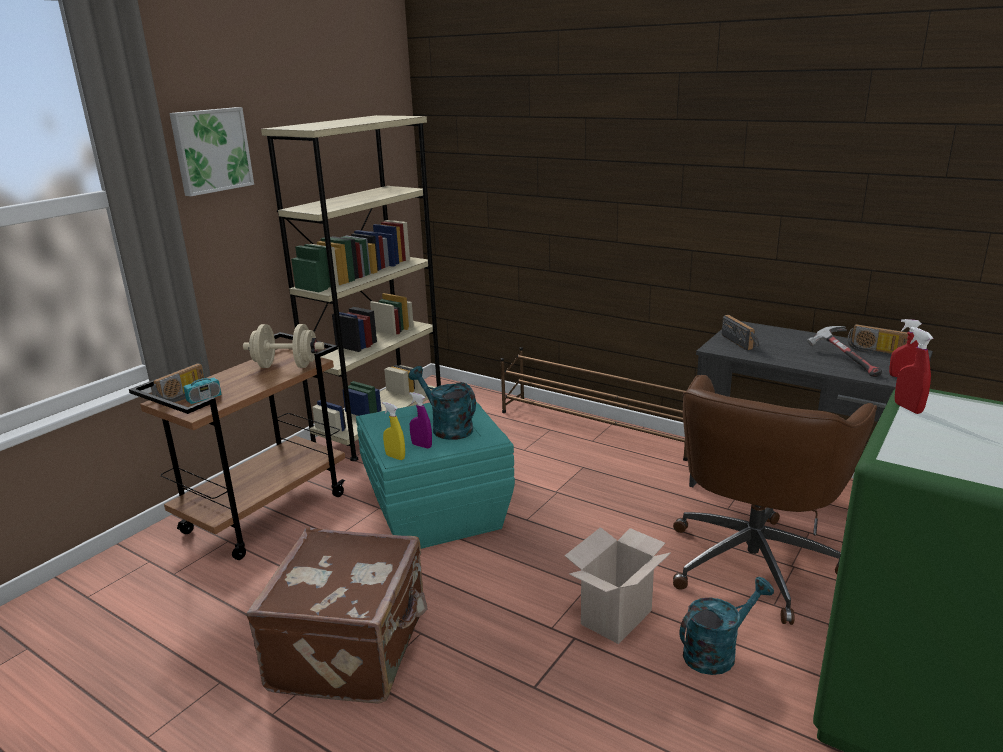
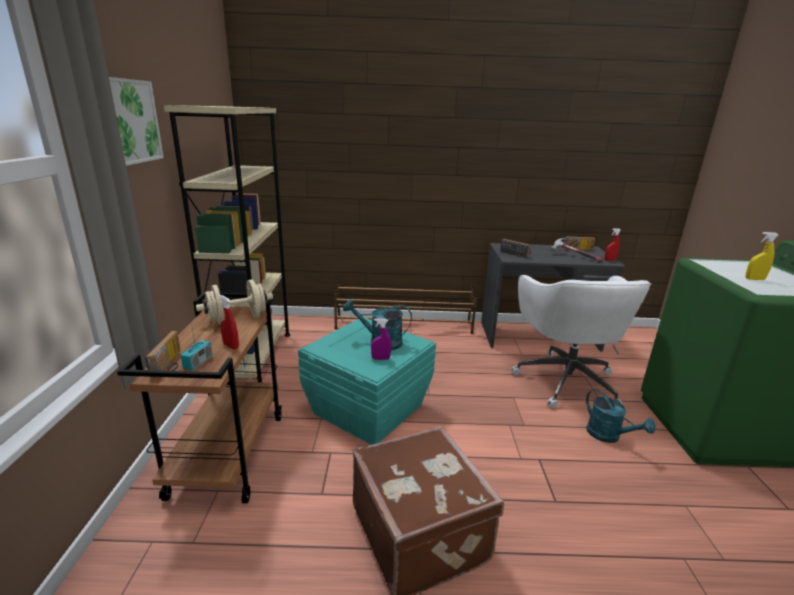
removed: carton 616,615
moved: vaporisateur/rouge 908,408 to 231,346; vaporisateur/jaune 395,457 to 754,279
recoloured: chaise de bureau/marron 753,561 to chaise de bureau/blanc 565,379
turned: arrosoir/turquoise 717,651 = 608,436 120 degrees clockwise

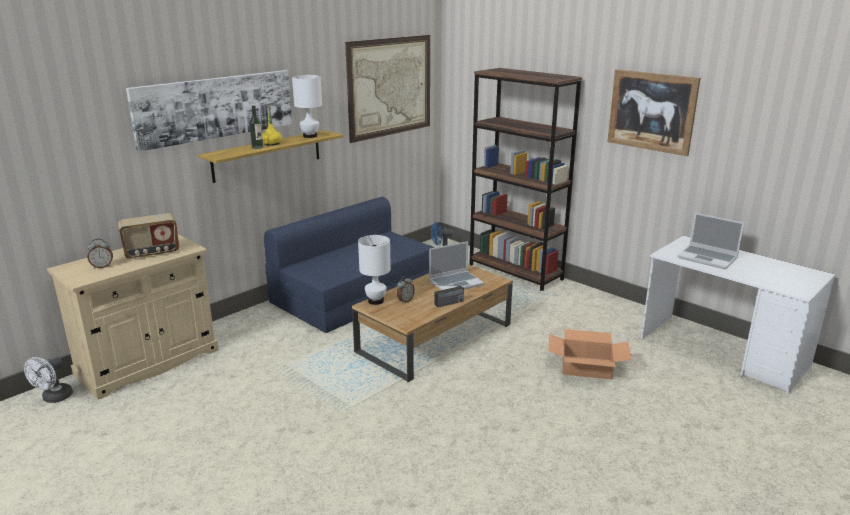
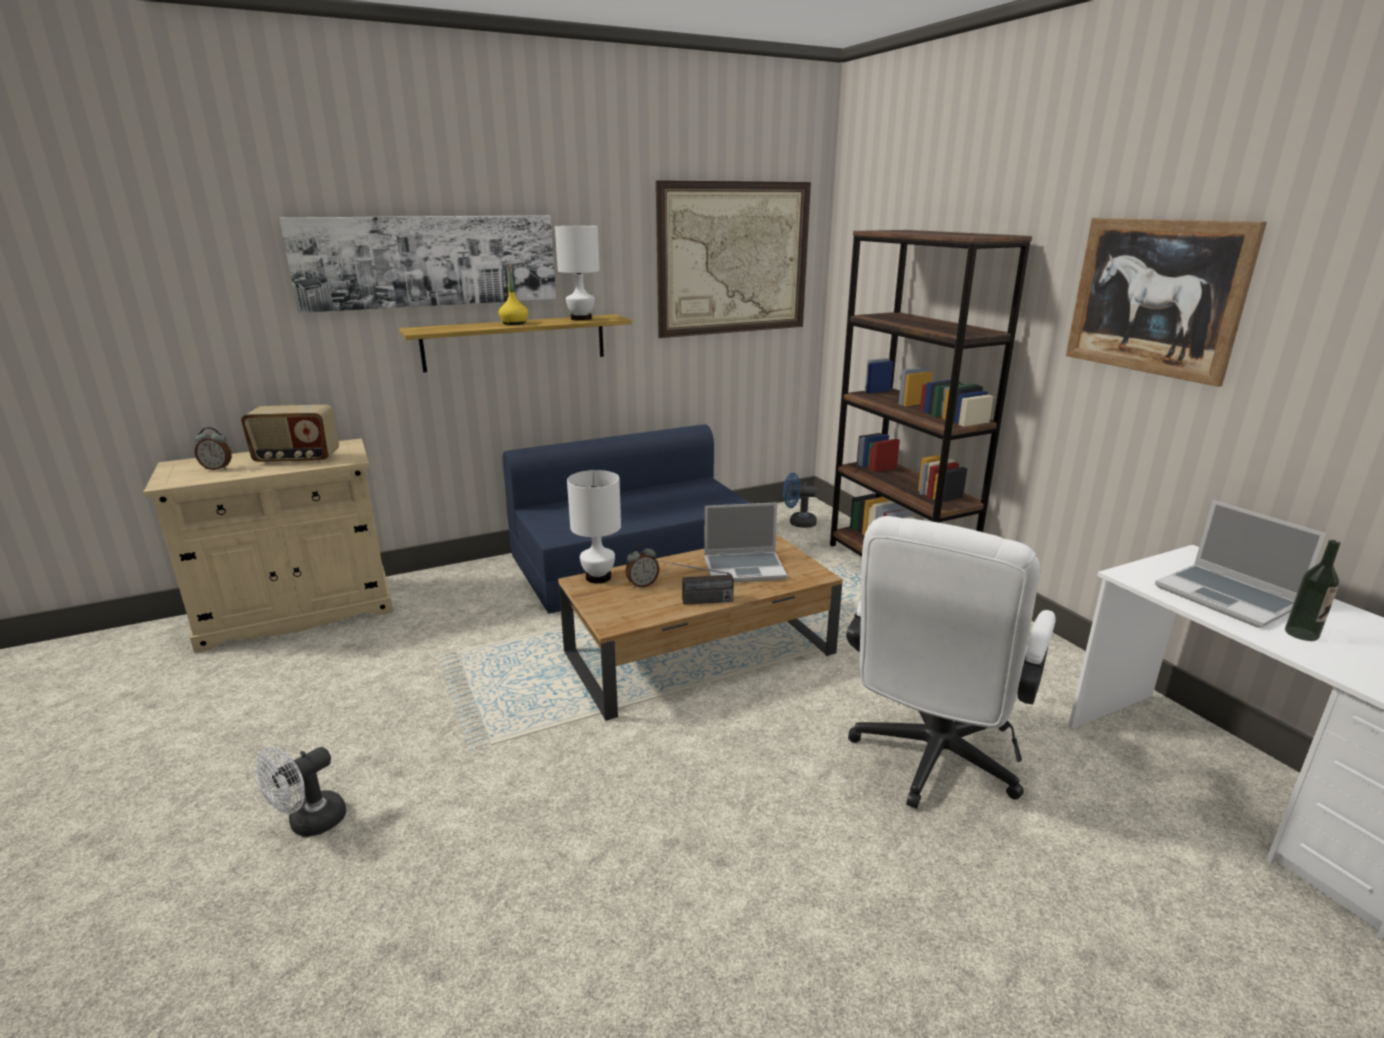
moved: bouteille 257,147 to 1301,634; ventilateur/blanc 54,398 to 309,824
replaced: carton 586,367 to chaise de bureau/blanc 931,762

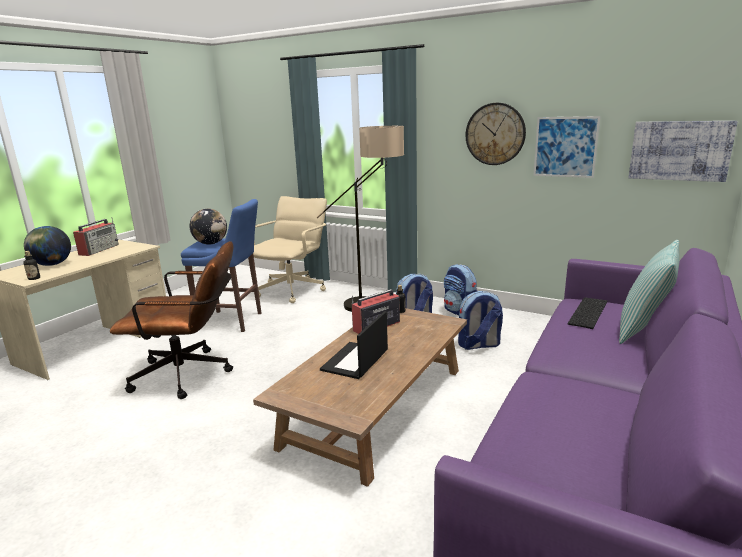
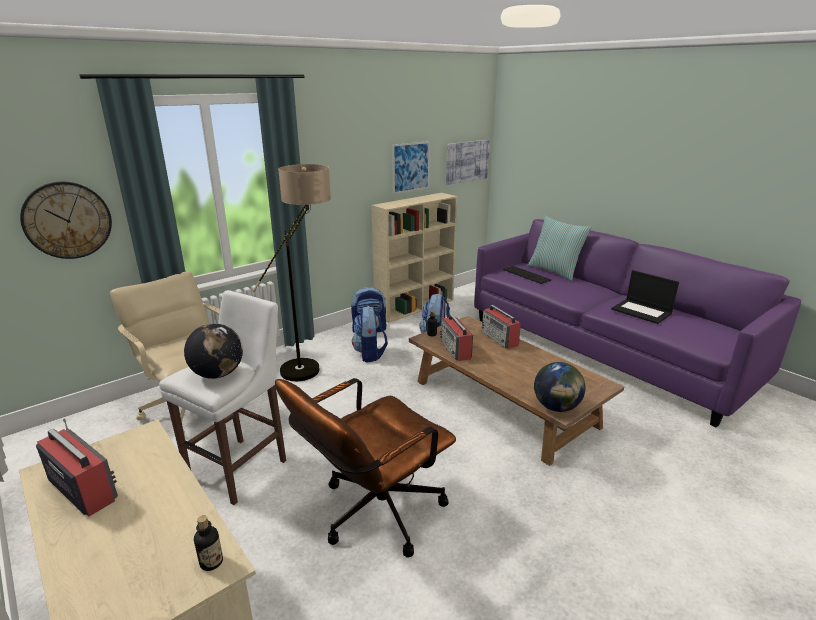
added: bibliothèque/beige 415,307; radio 500,339
moved: horloge murale 495,134 to 67,220; globe 52,264 to 556,407; ordinateur portable 355,361 to 642,311
recoloured: tabouret/bleu 233,321 to tabouret/blanc 241,467
turned: chaise de bureau/marron 191,374 = 372,515 150 degrees counterclockwise

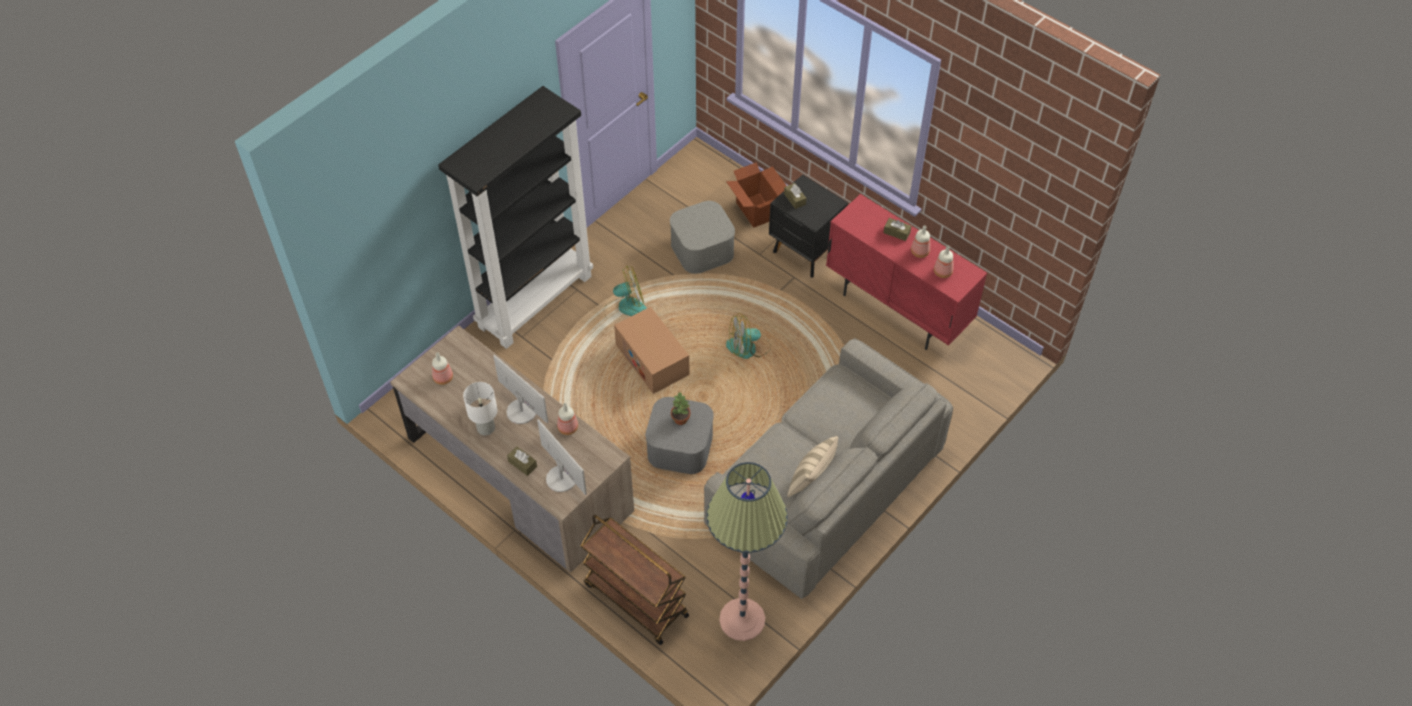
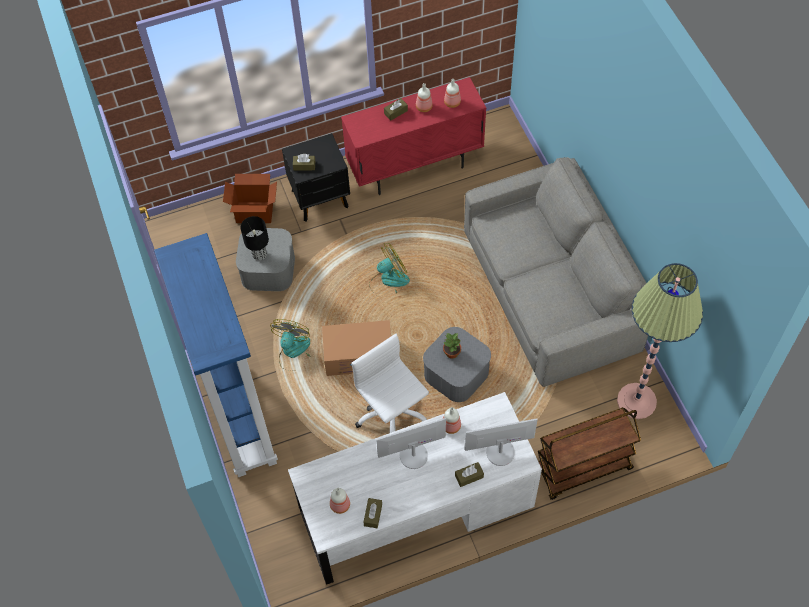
removed: lampe de table/blanc 485,427; coussin/beige 811,481
added: lampe de table/noir 259,254; chaise de bureau/blanc 392,414; boîte à mouchoirs/marron 373,515
recoloured: bibliothèque/noir 535,300 to bibliothèque/bleu 238,418; bureau/marron 519,475 to bureau/blanc 416,507
turned: ventilateur 748,347 = 388,282 135 degrees counterclockwise

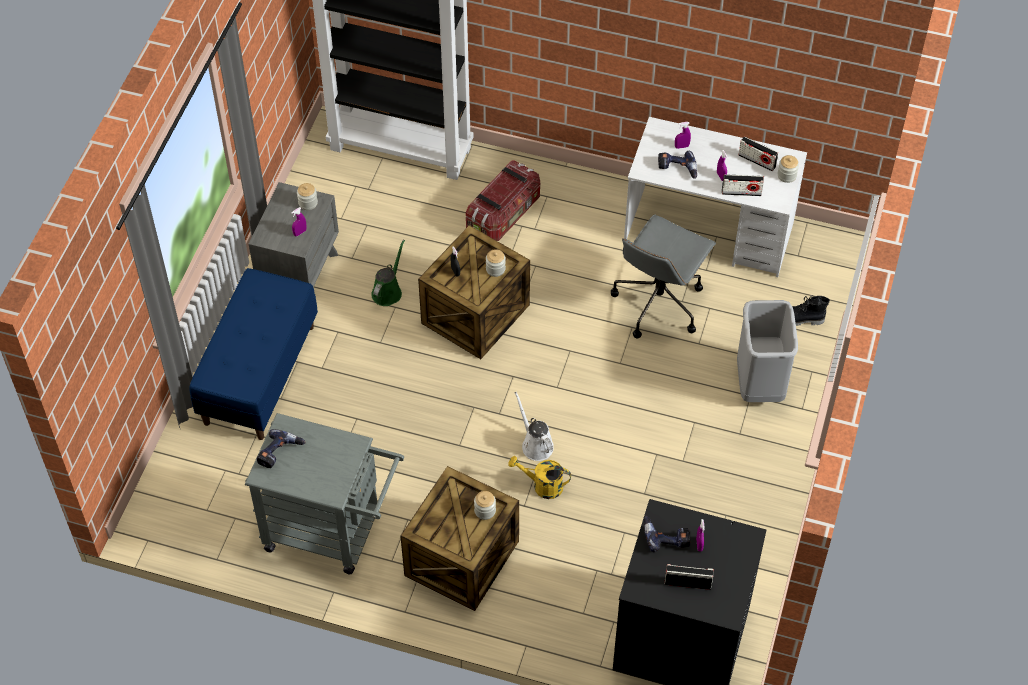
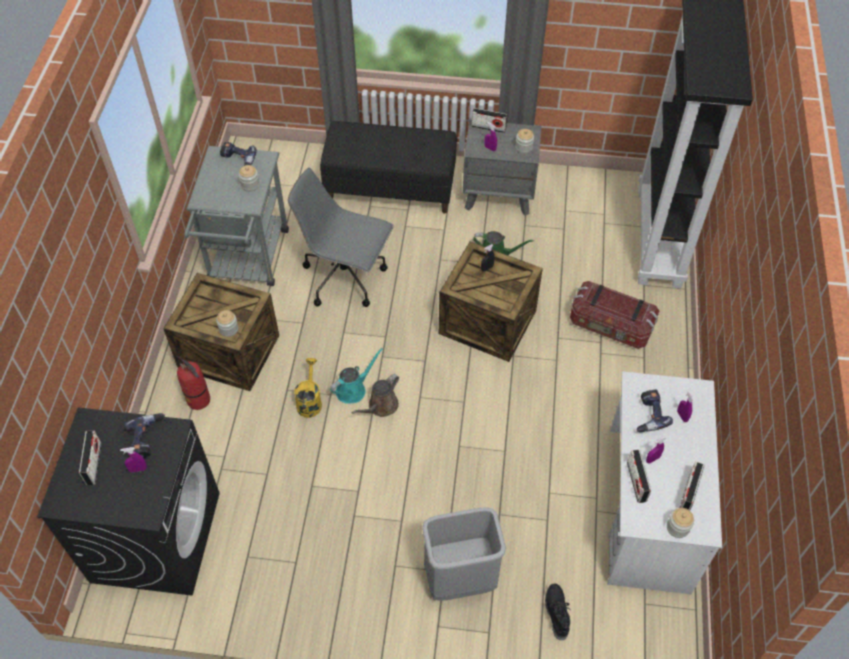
added: radio 488,127; extincteur 199,400; arrosoir/marron 381,406
moved: chaise de bureau/gris 658,302 to 346,278; bocal 495,269 to 250,185
recoloured: banc/bleu 259,373 to banc/noir 391,188; arrosoir/blanc 535,444 to arrosoir/turquoise 353,389

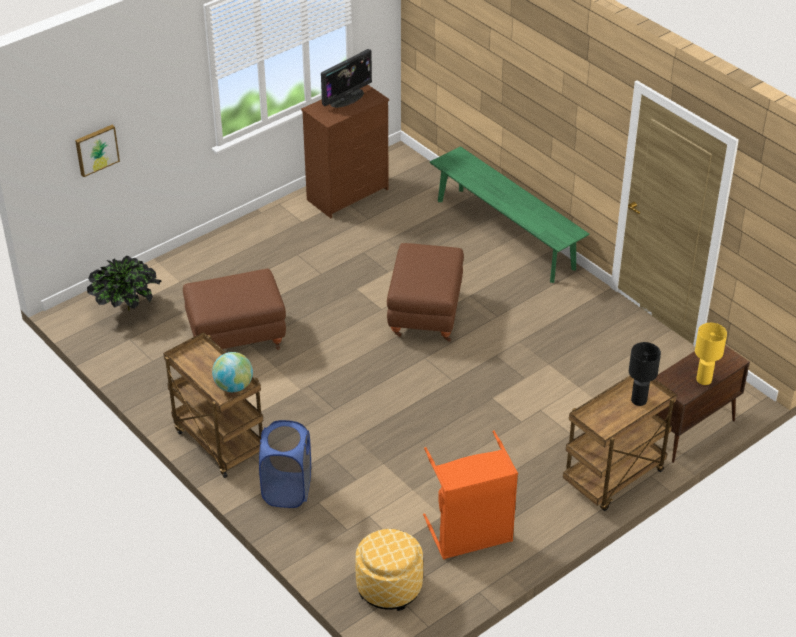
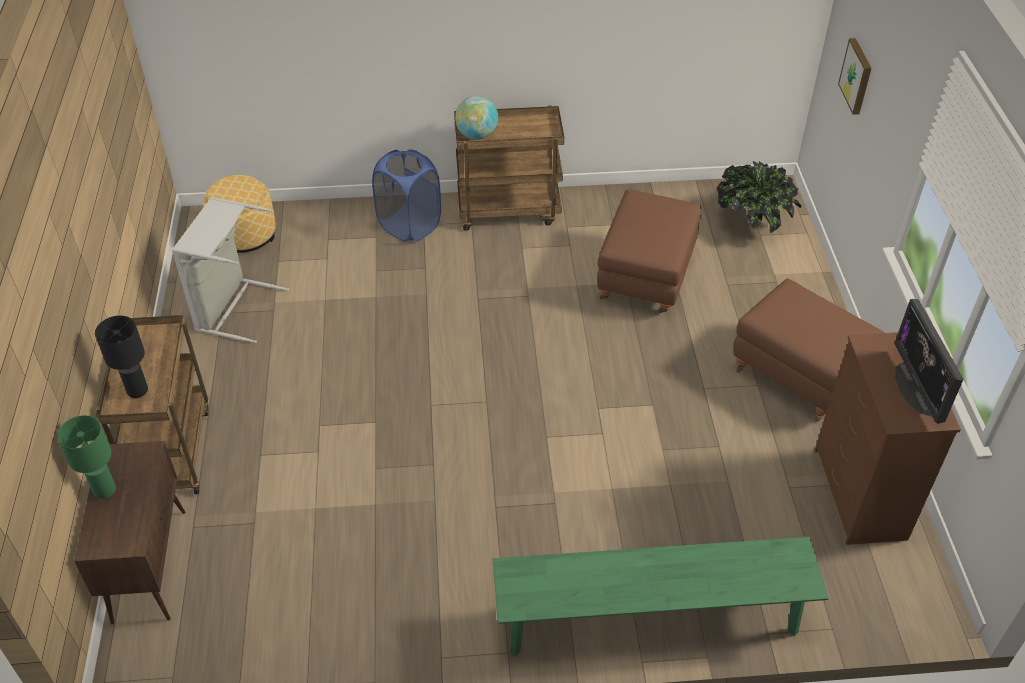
moved: pouf/marron 424,314 to 799,375
recoloured: lampe de table/jaune 703,380 to lampe de table/vert 105,490; panier à linge/orange 470,536 to panier à linge/gris 233,308

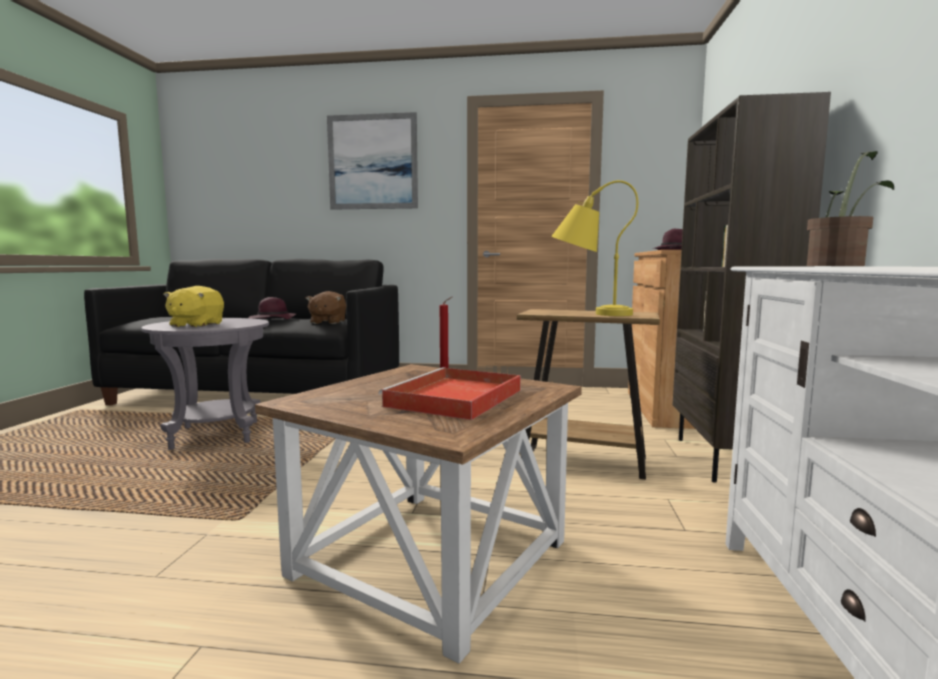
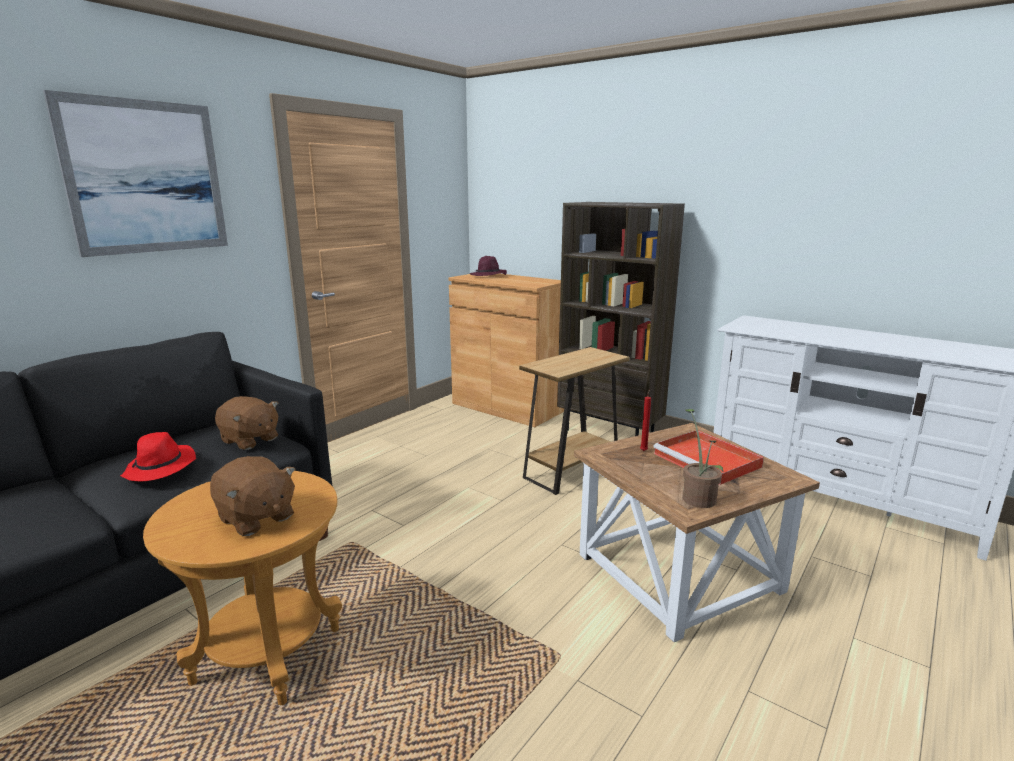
removed: lampe de table/jaune 588,313
moved: plante en pot 840,266 to 698,497
recoloured: peluche/jaune 196,325 to peluche/marron 256,518; chapeau/violet 272,320 to chapeau/rouge 161,468; table d'appoint/gris 216,435 to table d'appoint/marron 268,656

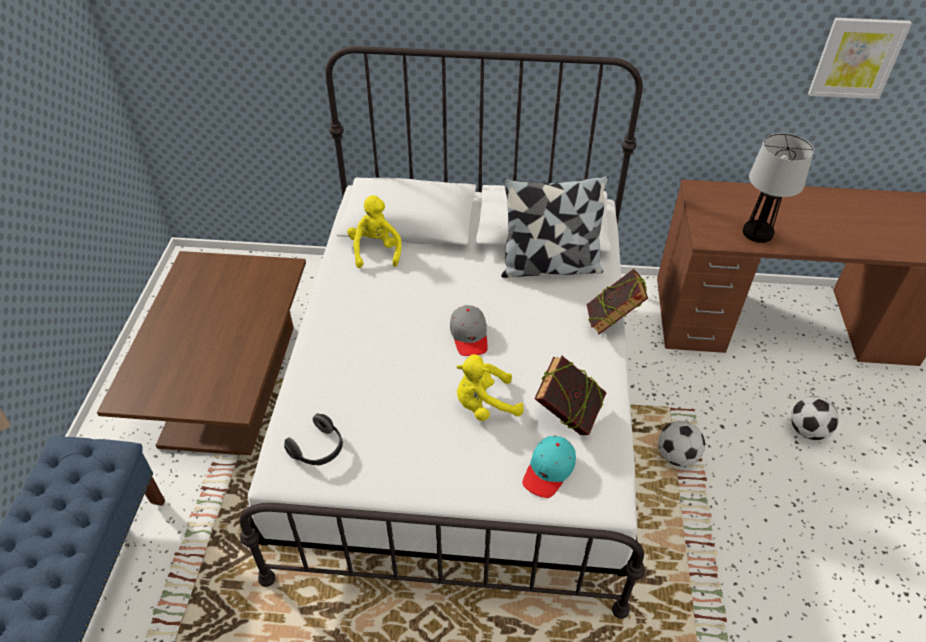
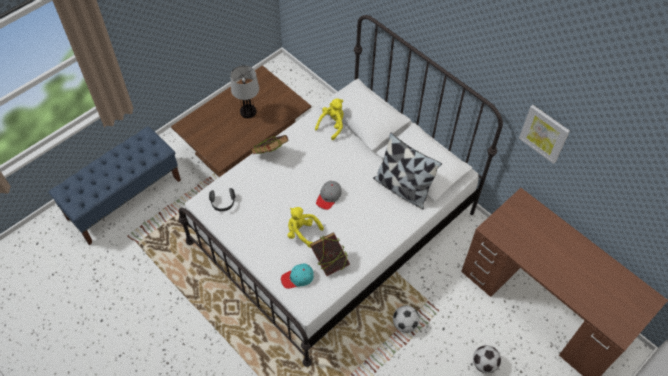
moved: tableau 856,58 to 544,133; lampe de table 757,232 to 248,112; livre 612,322 to 270,154

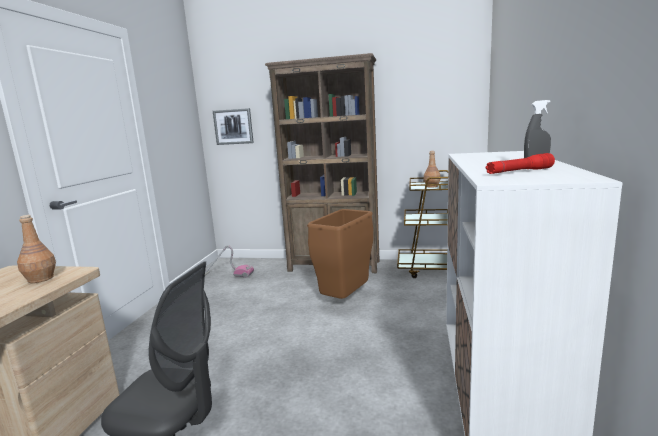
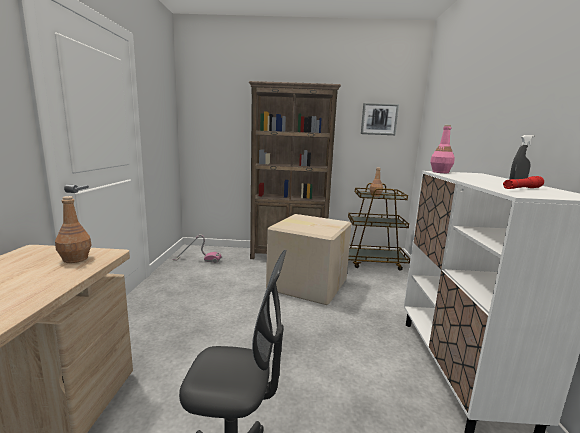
added: bouteille/rose 440,172
moved: tableau 233,126 to 379,119
replaced: poubelle/marron 344,299 to carton 307,284

